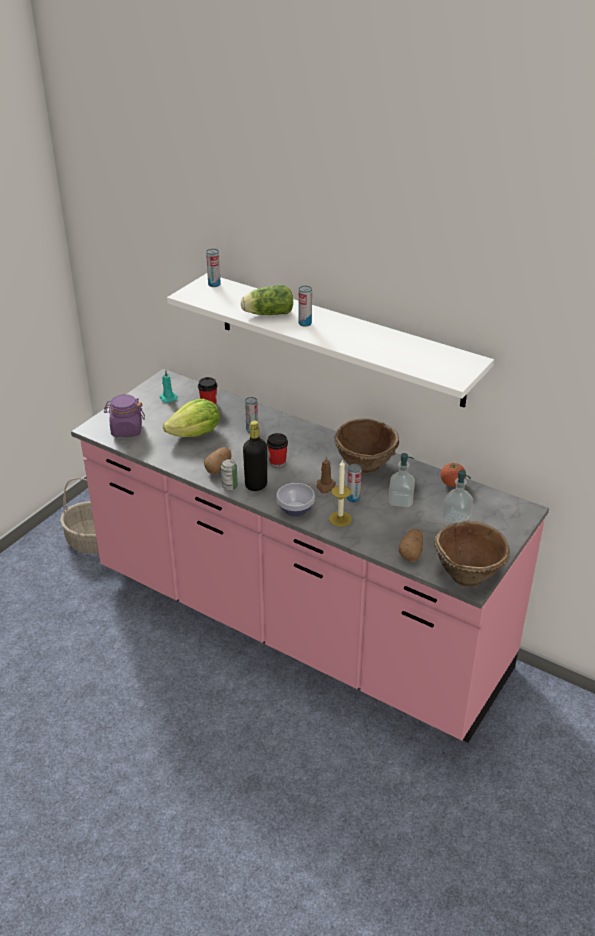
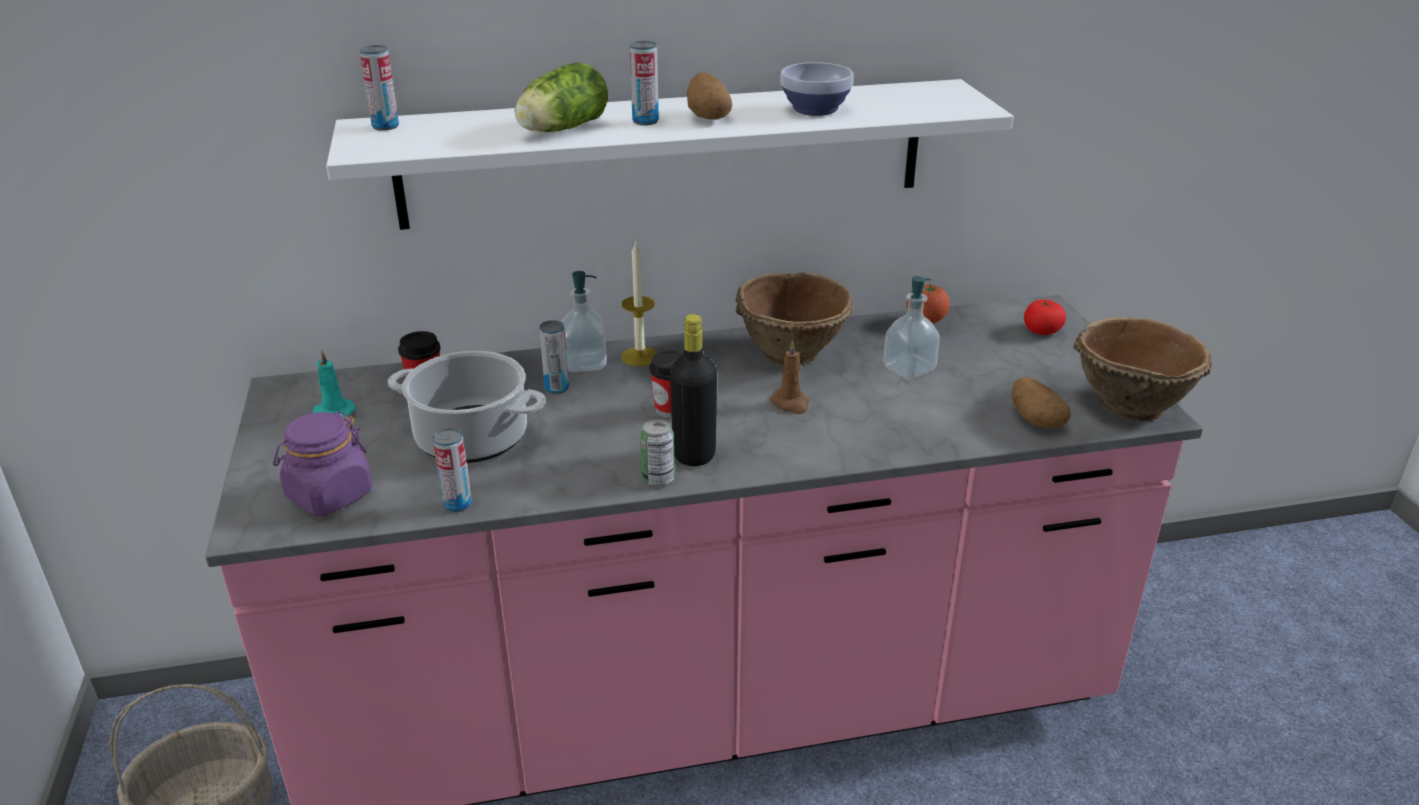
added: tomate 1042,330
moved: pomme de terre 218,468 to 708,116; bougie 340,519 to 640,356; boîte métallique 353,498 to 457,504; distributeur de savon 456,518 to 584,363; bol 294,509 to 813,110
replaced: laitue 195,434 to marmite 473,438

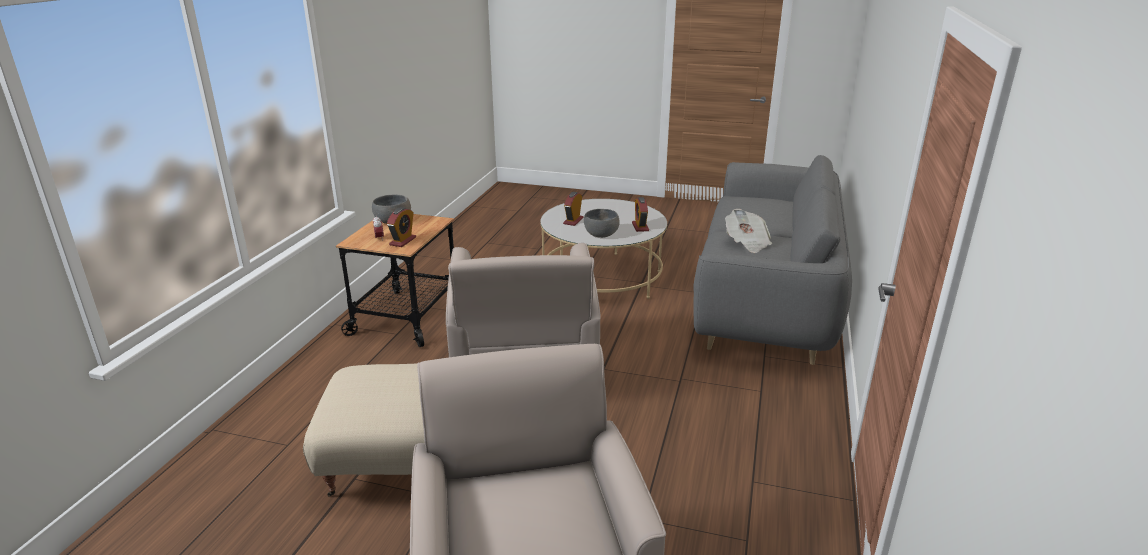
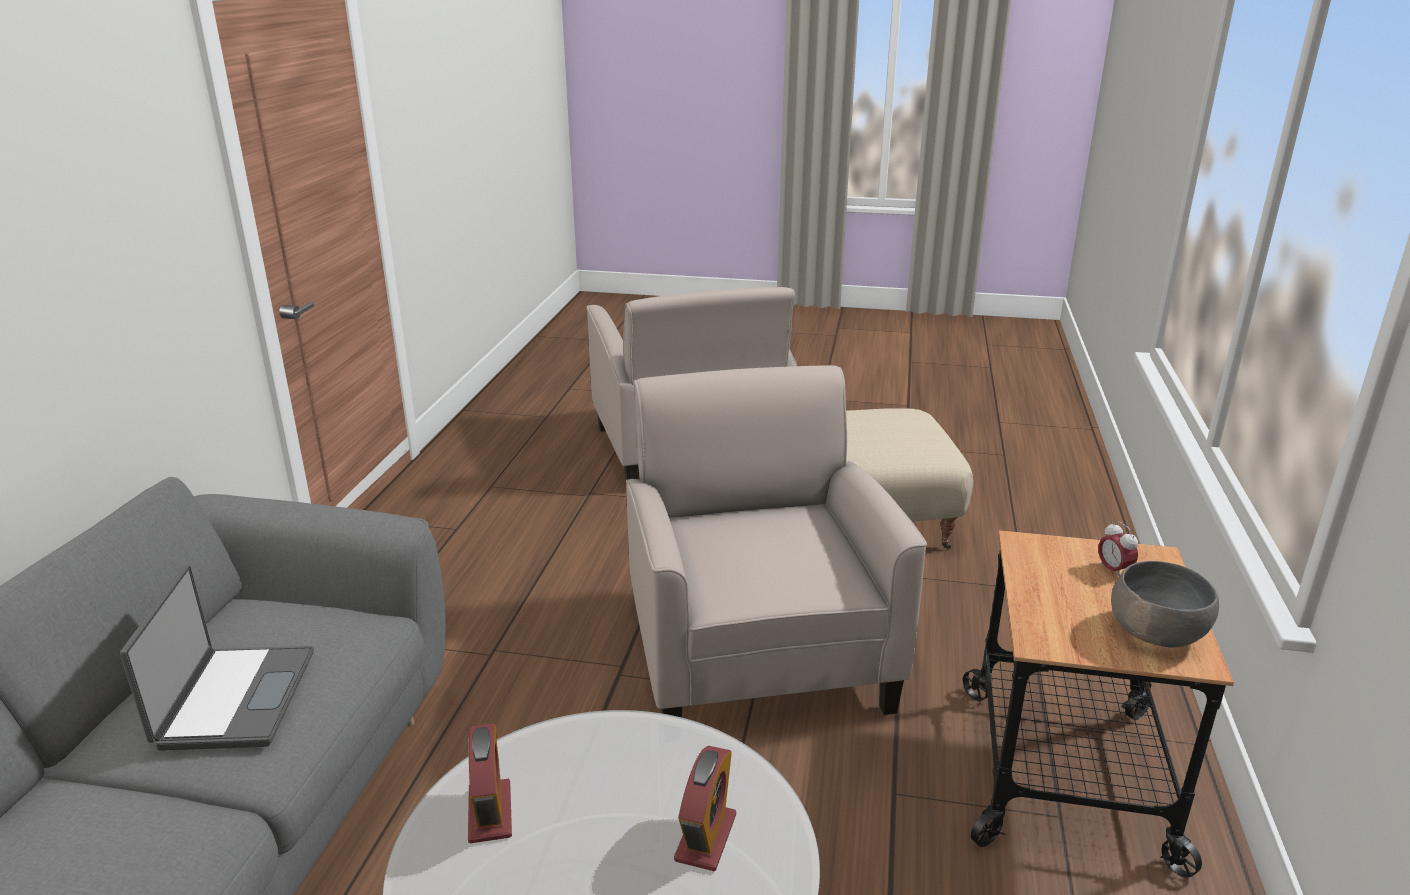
removed: réveil 403,241; bol/gris 601,234
replaced: journal 747,243 to ordinateur portable 234,699

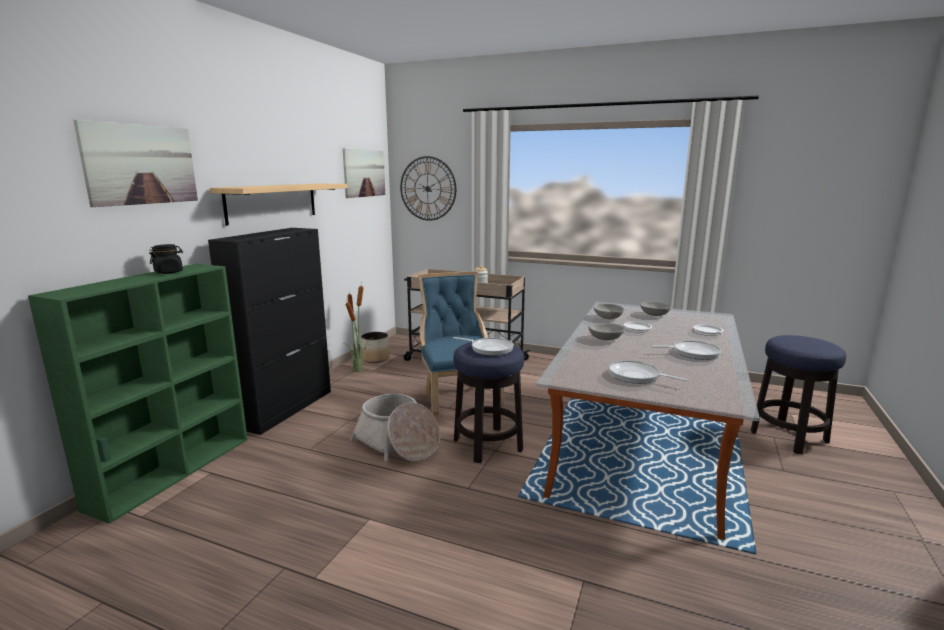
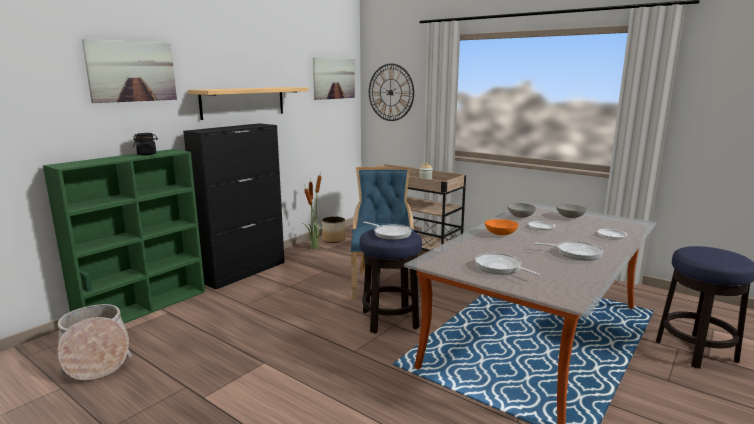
moved: panier 398,444 to 95,357
recoloured: bol/gris 605,339 to bol/orange 500,234

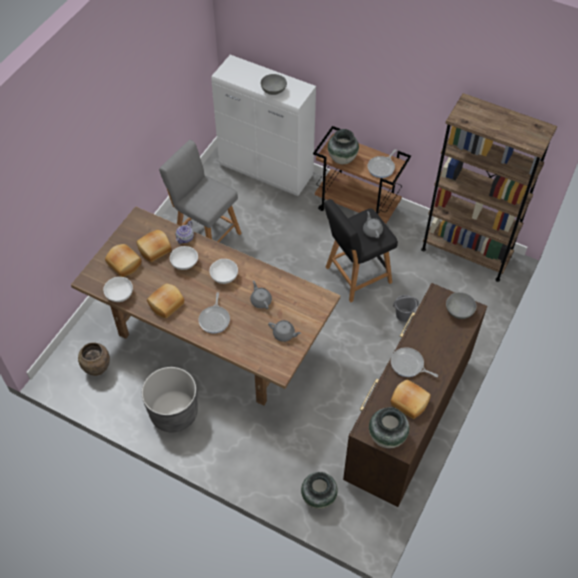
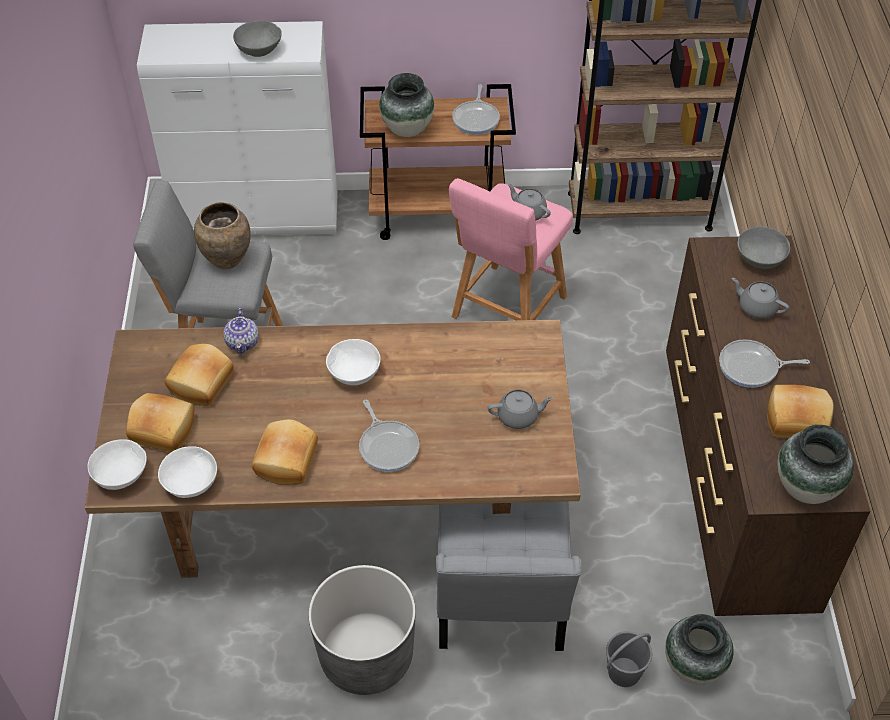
added: chaise/gris 500,603
moved: bol/blanc 184,263 to 121,475; théière/gris 261,301 to 756,307; seau/gris 403,315 to 623,672; vase/marron 97,369 to 226,260
recoloured: tabouret/noir 355,276 to tabouret/rose 506,310

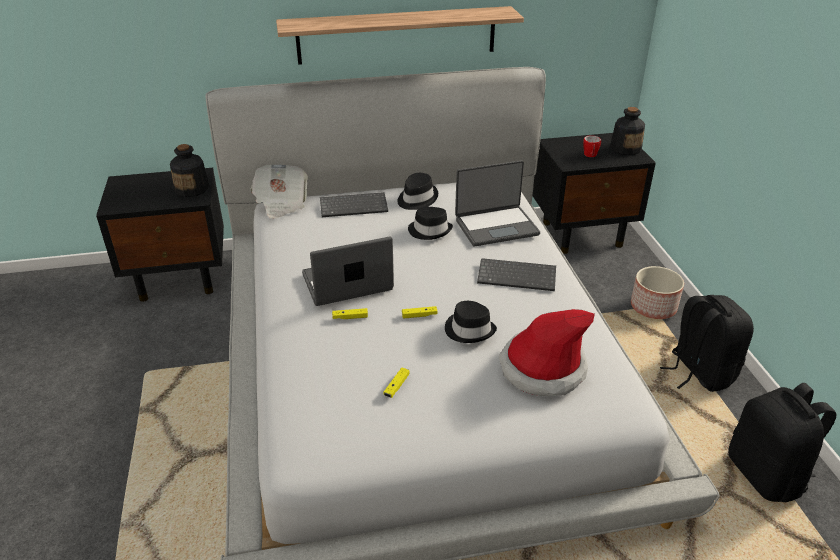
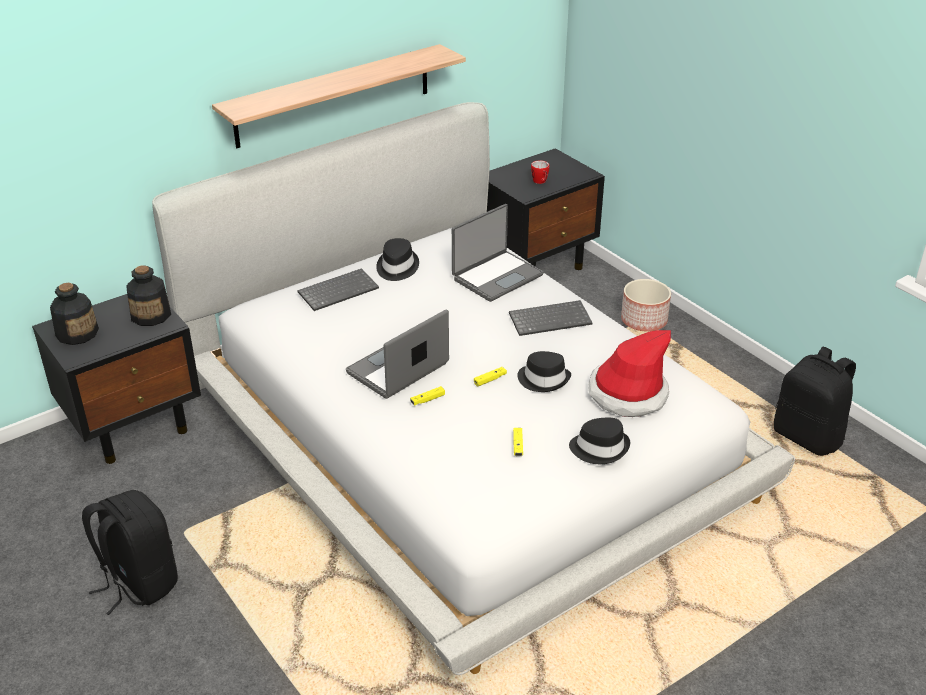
removed: journal 281,203
moved: bouteille 625,148 to 77,333; chapeau/noir 430,230 to 600,448; sac à dos/noir 699,372 to 138,582

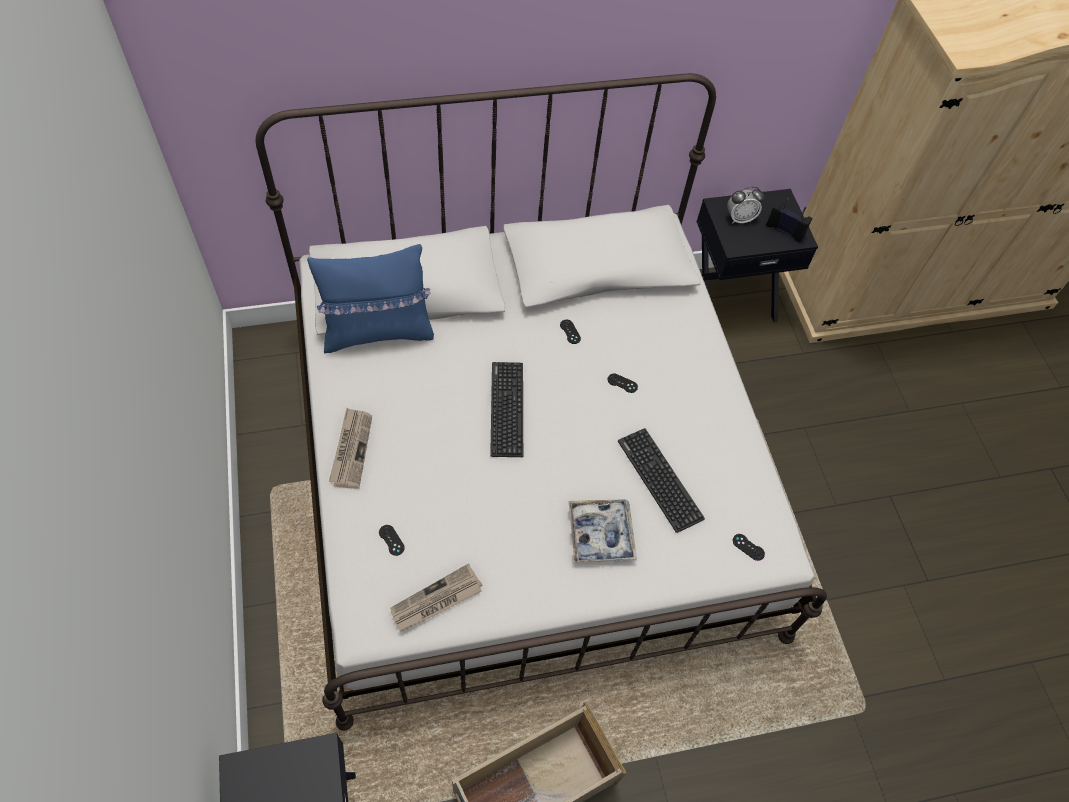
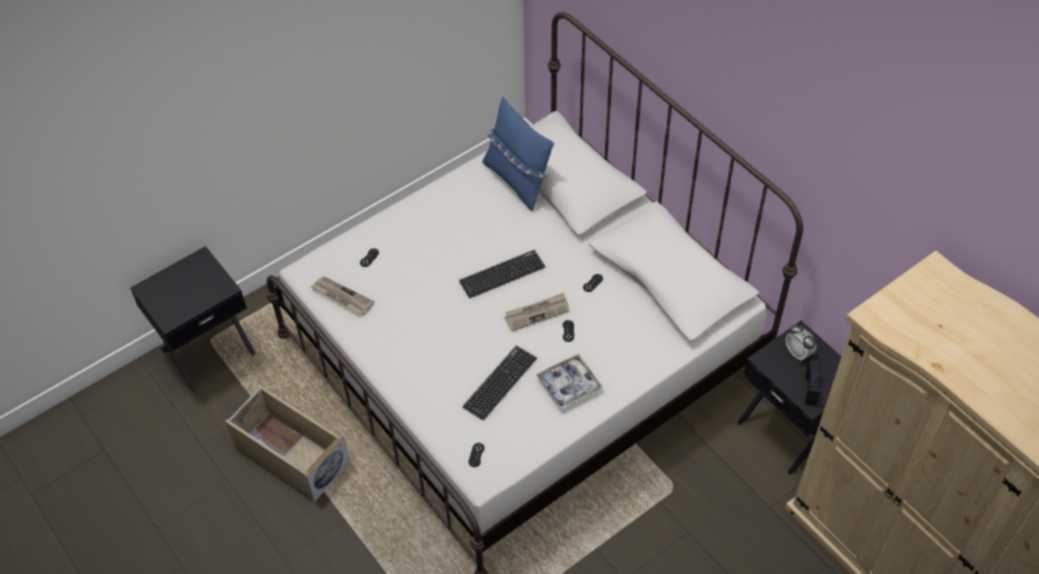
moved: journal 351,449 to 537,313; plateau 600,534 to 569,385

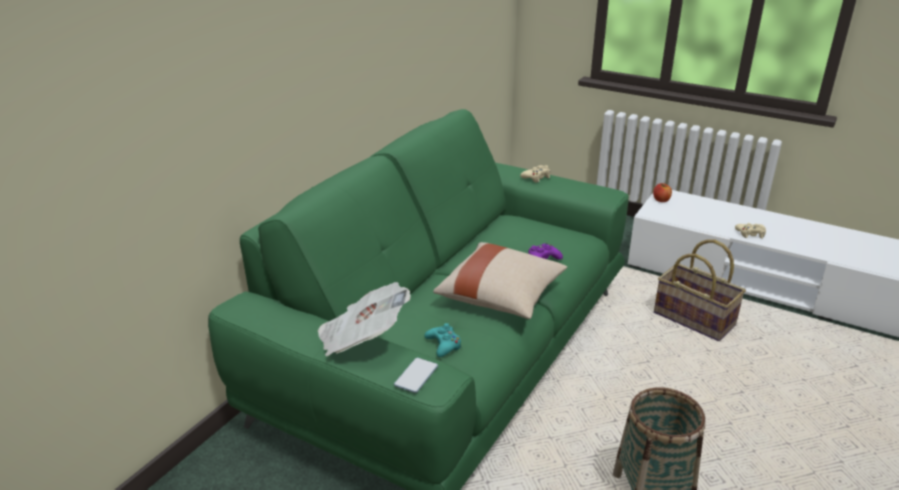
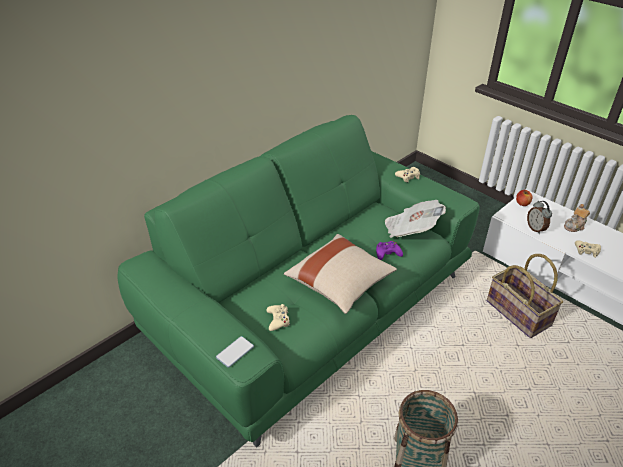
added: réveil 535,228; théière 575,226
moved: journal 362,339 to 411,230
recoloured: manette/turquoise 443,345 to manette/beige 278,320

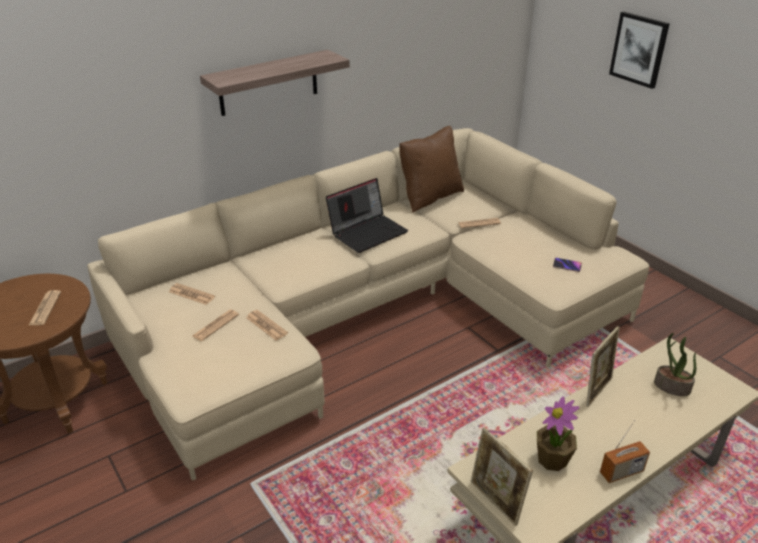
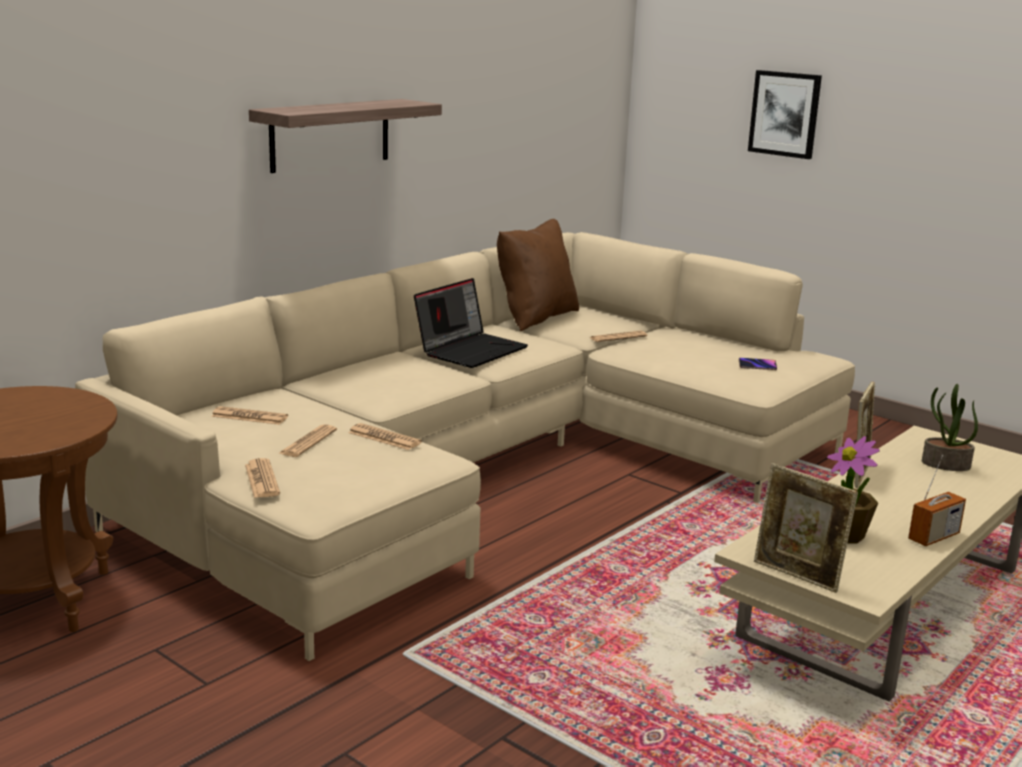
moved: journal 45,308 to 262,480

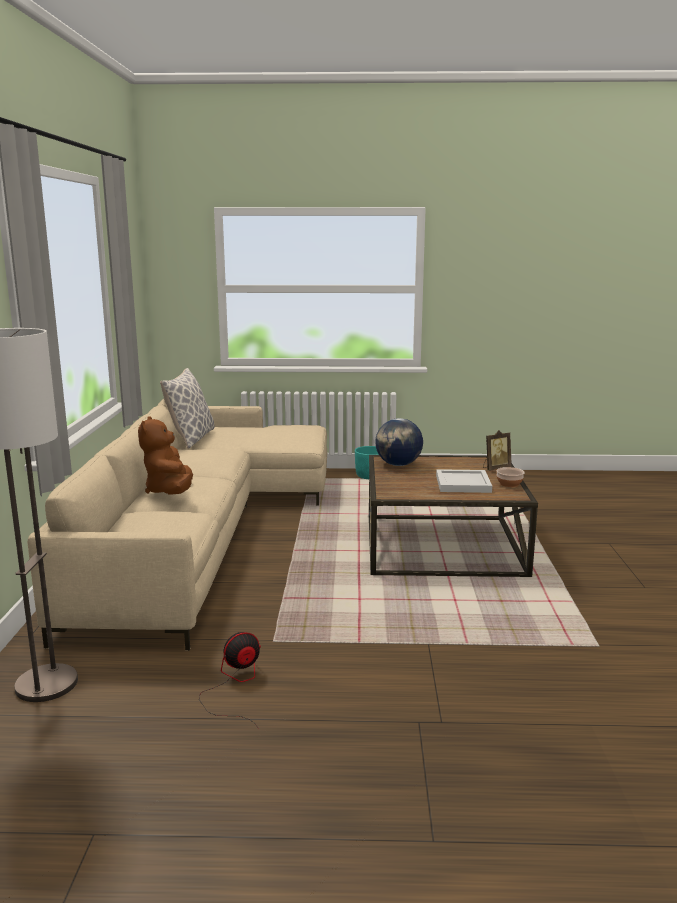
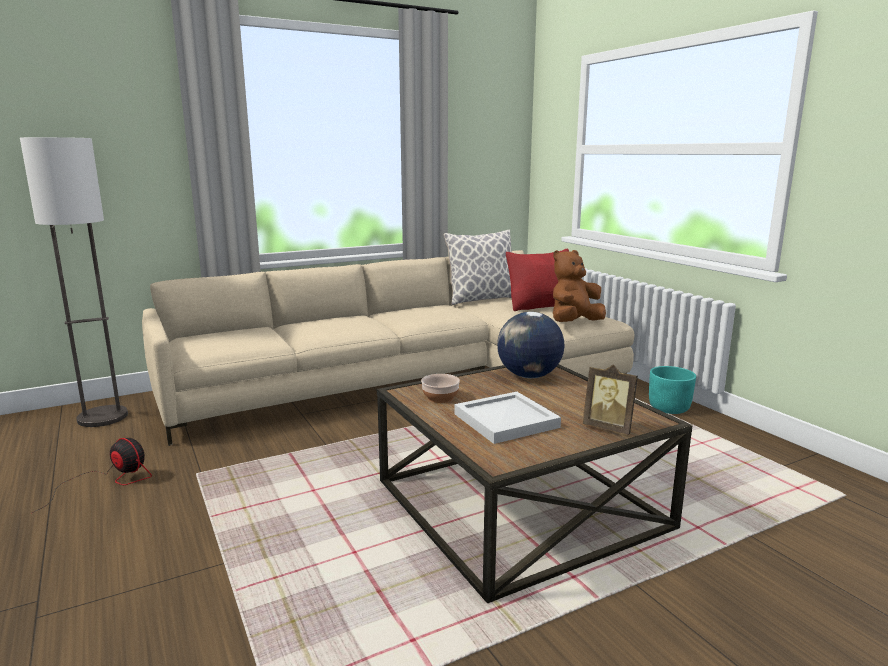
added: coussin/rouge 540,307
moved: peluche/marron 170,492 to 574,323; bol 509,484 to 441,398

